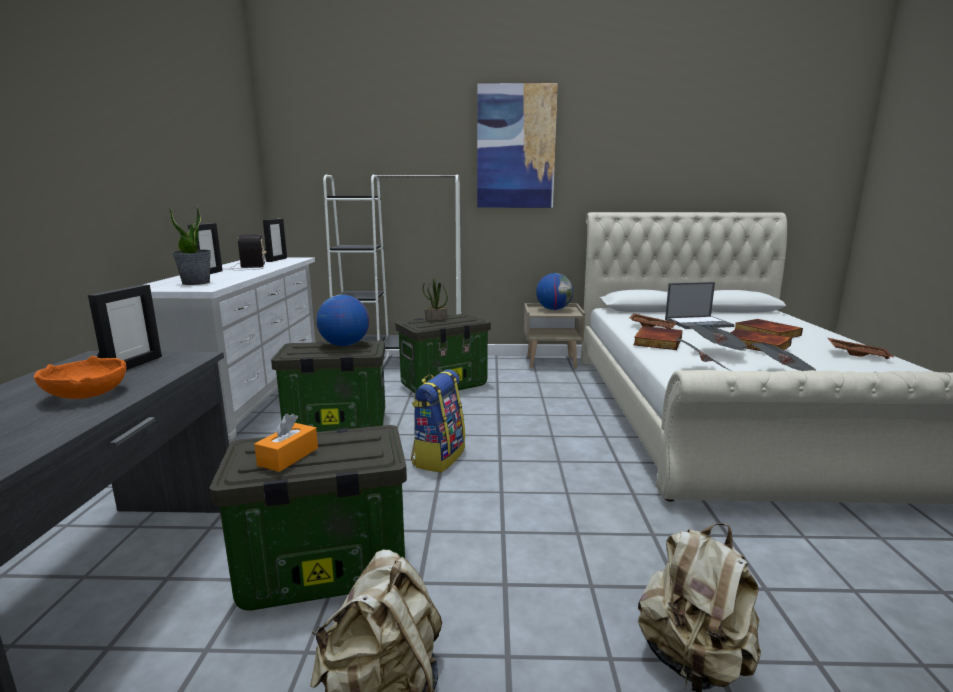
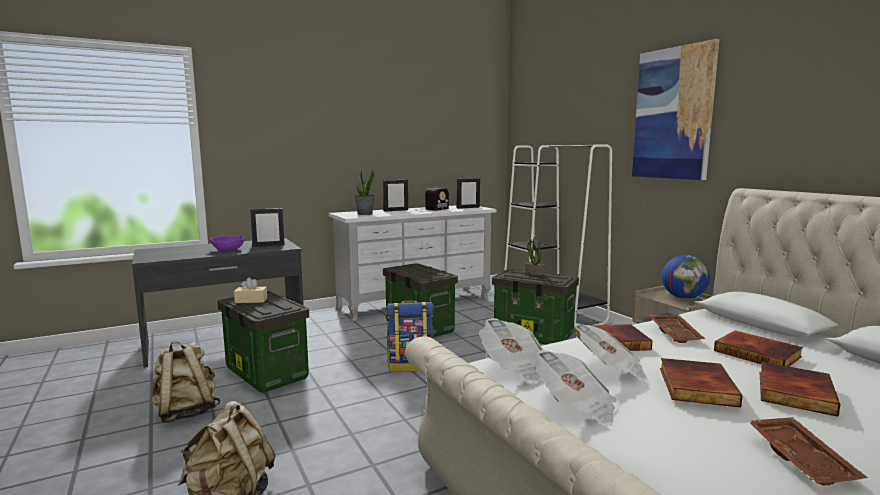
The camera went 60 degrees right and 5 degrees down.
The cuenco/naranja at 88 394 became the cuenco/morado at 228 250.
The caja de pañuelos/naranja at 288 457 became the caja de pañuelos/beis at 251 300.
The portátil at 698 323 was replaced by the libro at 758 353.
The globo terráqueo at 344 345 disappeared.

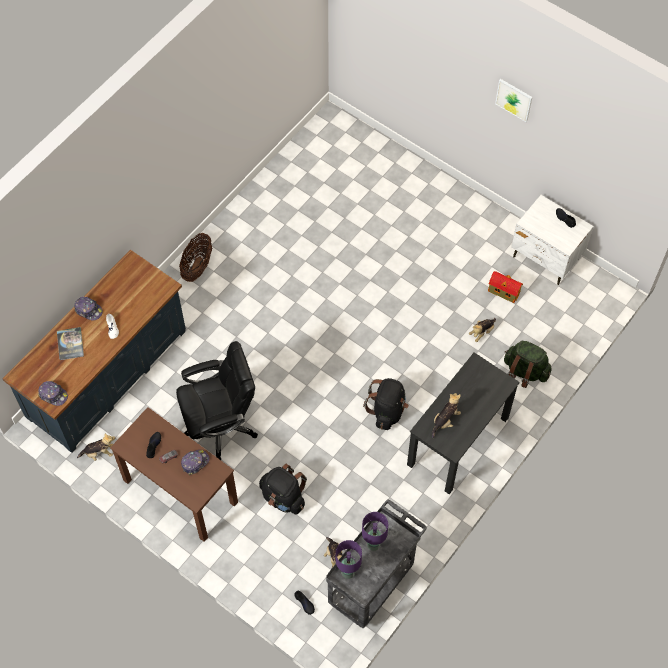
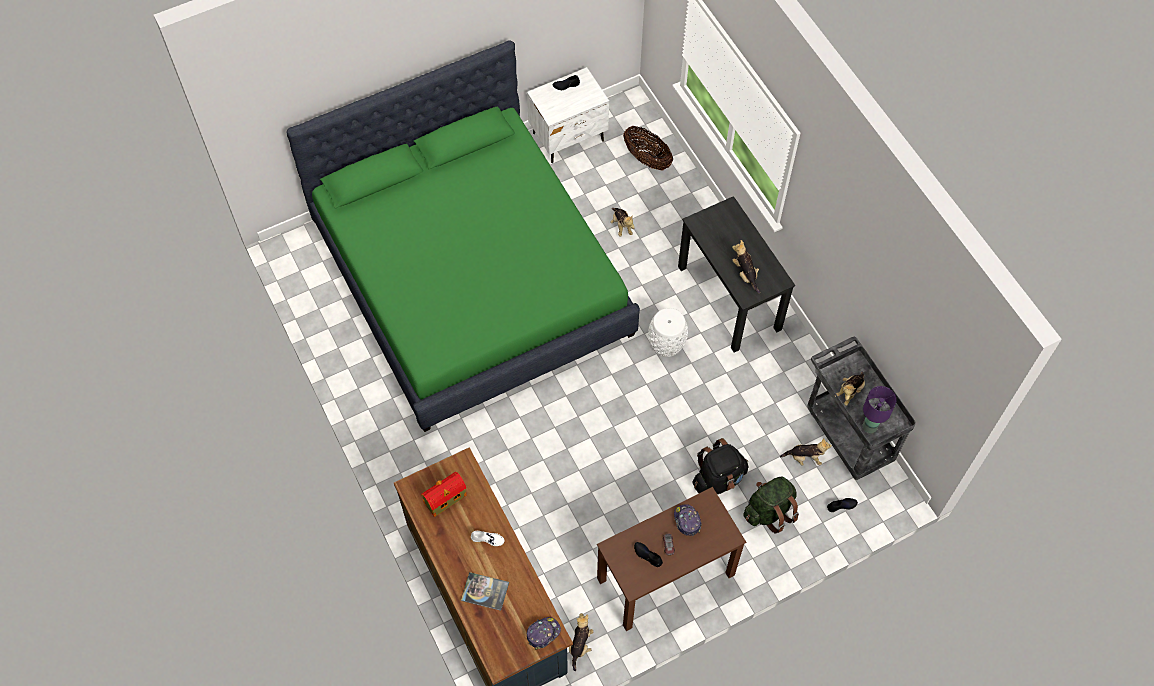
The camera went 65 degrees left and 0 degrees up.
The cama/verde at 471 277 appeared.
The casita moved from 503 291 to 444 499.
The cesta moved from 197 266 to 647 159.
The mochila/negro at 387 410 was replaced by the taburete/blanco at 666 344.
The mochila/verde moved from 524 371 to 769 511.
The lámpara de mesa/morado at 374 544 was replaced by the peluche at 849 391.
The gorra at 88 310 disappeared.
The silla de oficina/negro at 219 426 disappeared.
The cuadro at 514 99 disappeared.

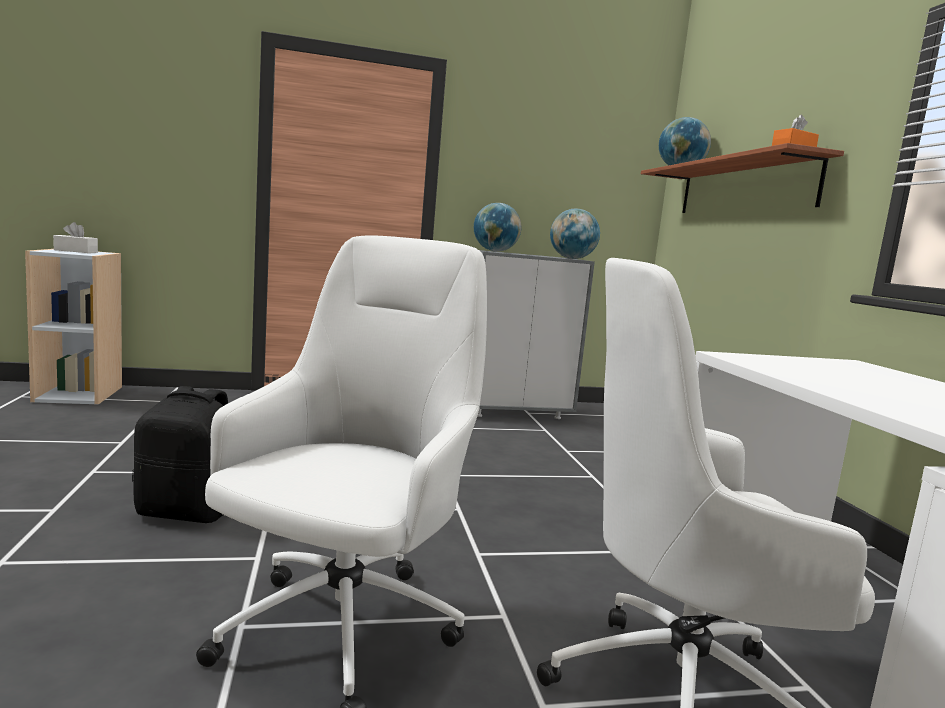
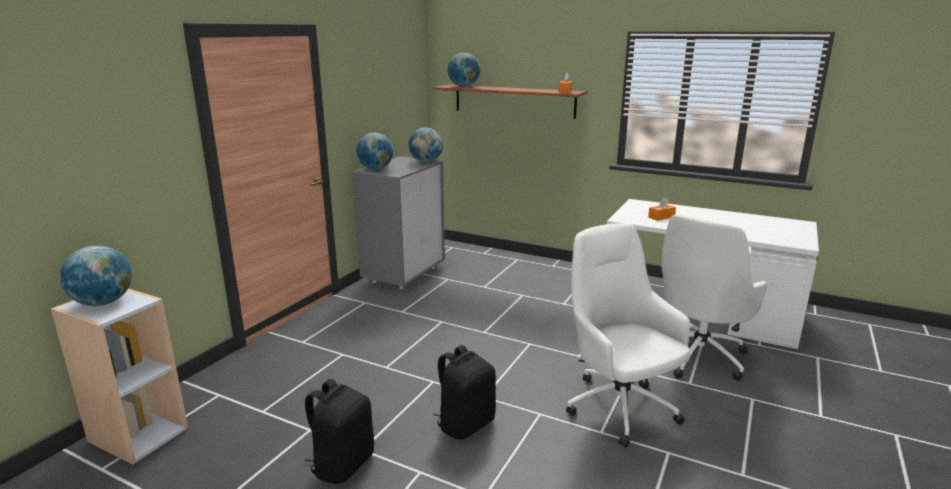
The camera went 50 degrees left and 10 degrees up.
The caja de pañuelos/blanco at 76 251 was replaced by the globo terráqueo at 103 302.
The mochila/negro at 342 464 appeared.
The caja de pañuelos/naranja at 661 217 appeared.

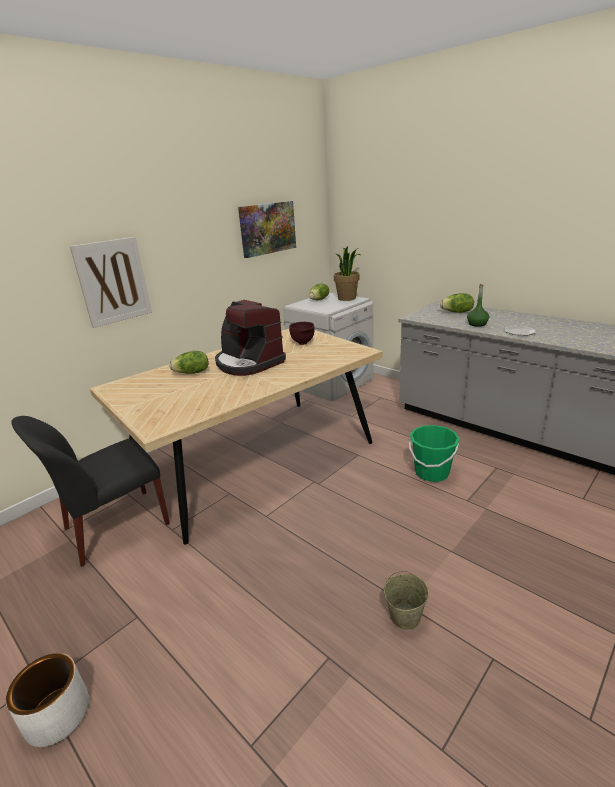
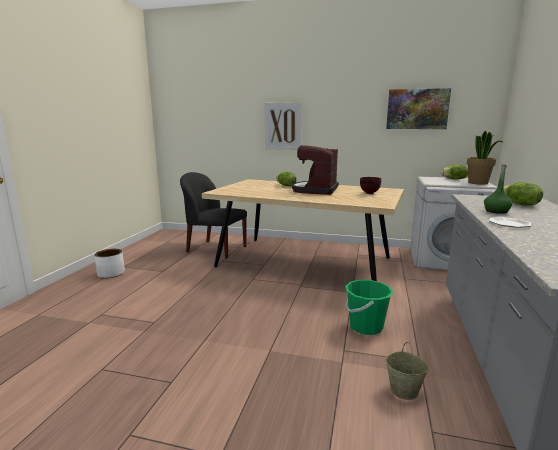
The camera went 60 degrees right and 10 degrees down.
The cubo/beis moved from 405 616 to 404 391.

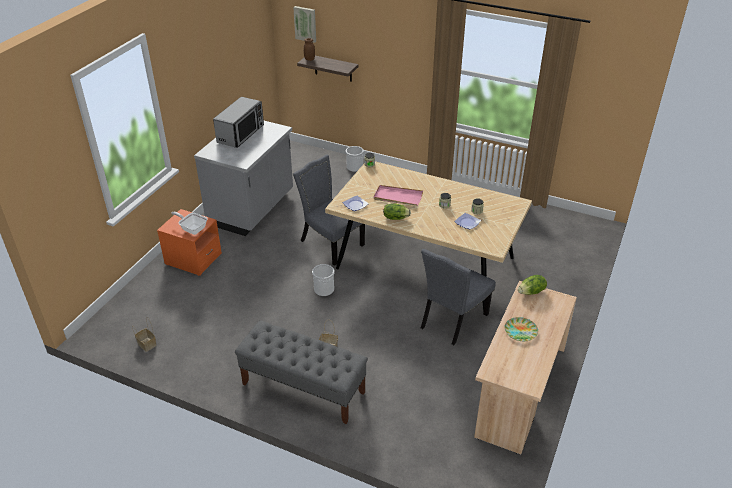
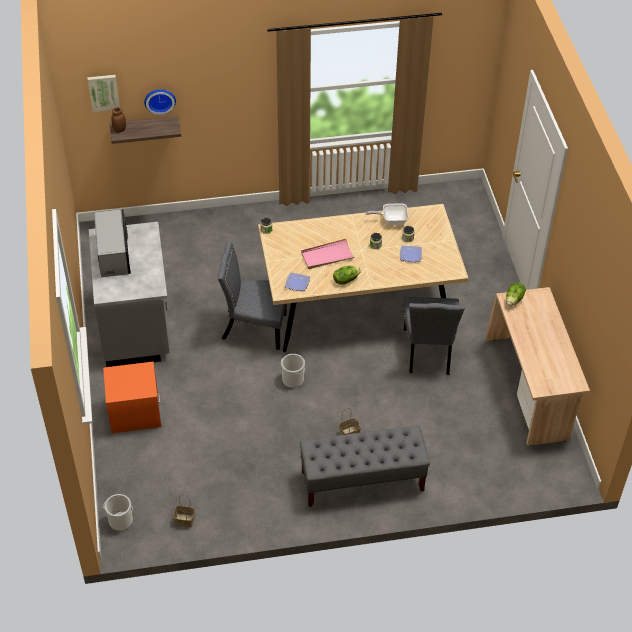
The camera went 35 degrees left and 10 degrees up.
The cubo moved from 354 167 to 120 521.
The reloj de pared at 159 99 appeared.
The sartén moved from 192 229 to 391 220.
The plato at 520 331 disappeared.

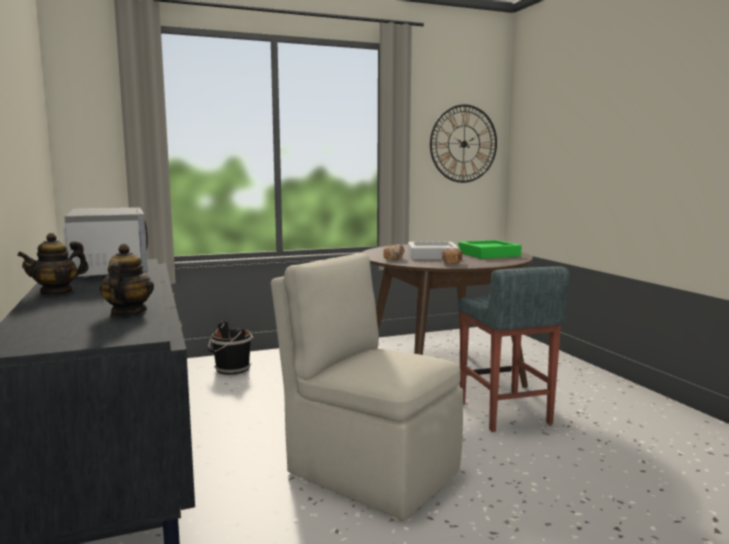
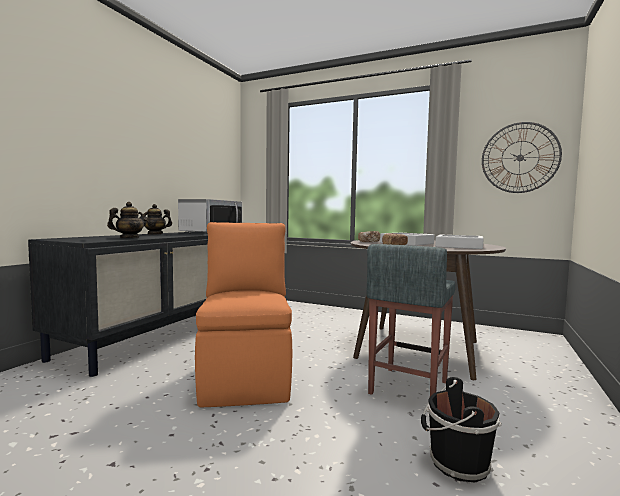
The camera went 45 degrees right and 5 degrees down.
The silla/beis at 370 470 became the silla/naranja at 246 378.
The cubo/negro moved from 231 369 to 456 463.
The bandeja/verde at 488 254 became the bandeja/gris at 459 246.

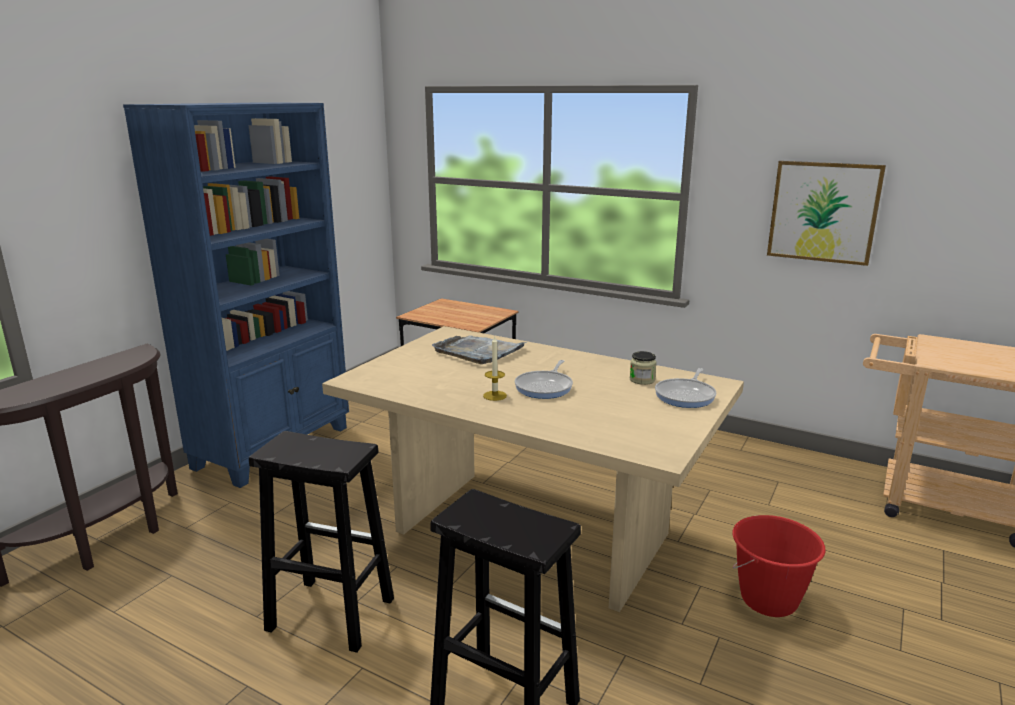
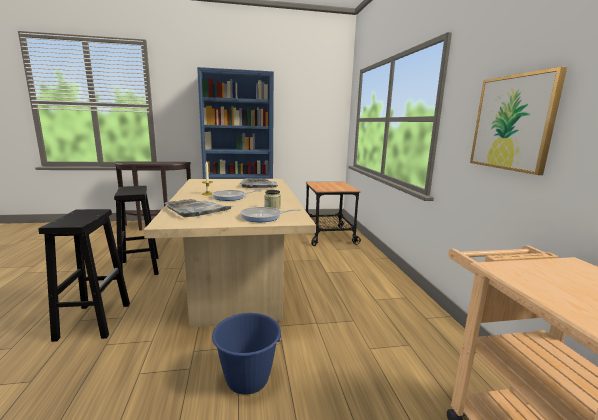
The camera went 50 degrees right and 5 degrees down.
The bandeja/gris at 197 210 appeared.
The cubo/rojo at 769 600 became the cubo/azul at 247 379.

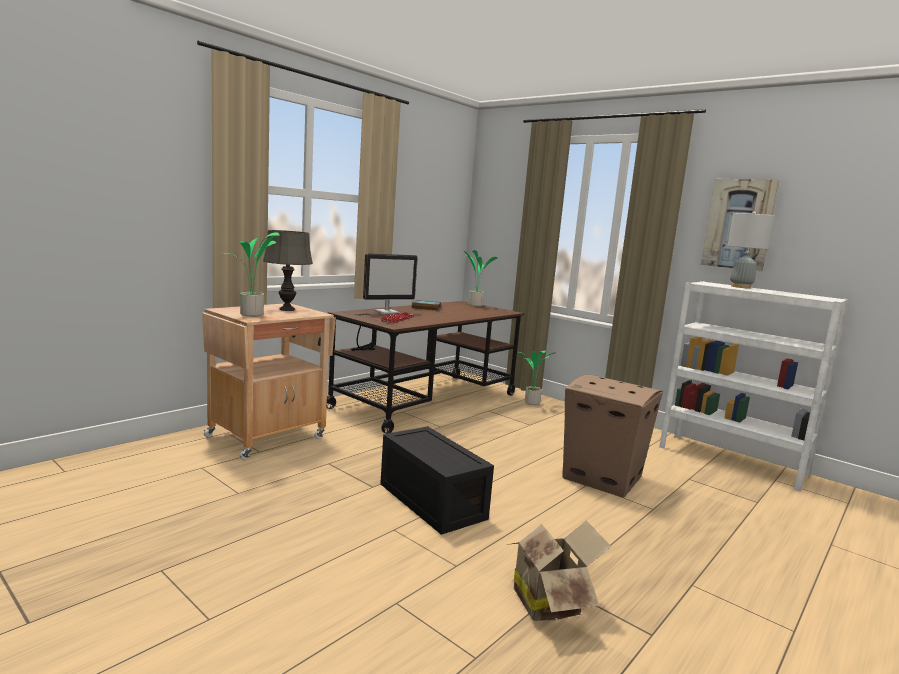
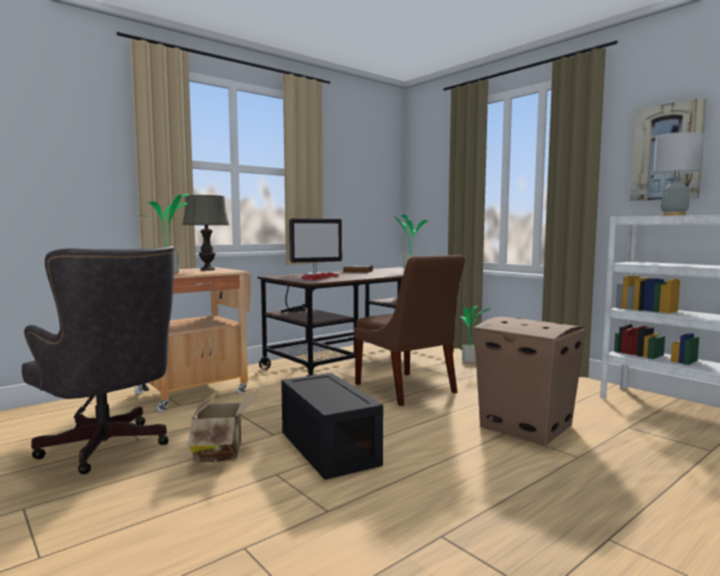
The camera went 10 degrees right and 5 degrees down.
The silla de oficina/gris at 108 448 appeared.
The caja de cartón moved from 550 601 to 223 452.
The silla/marrón at 407 389 appeared.

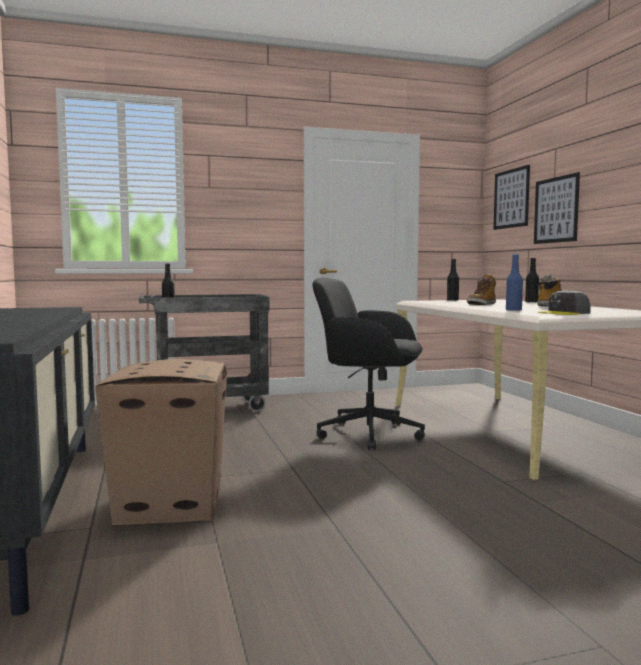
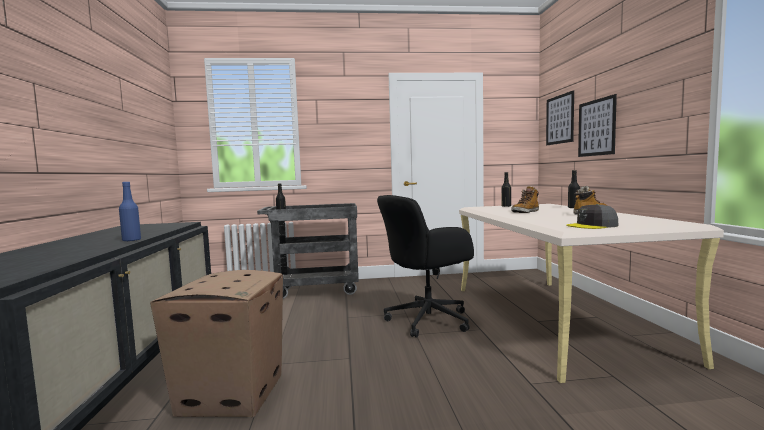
The camera went 10 degrees right and 0 degrees up.
The botella/azul moved from 513 310 to 131 240.
The silla de oficina/negro at 368 434 turned 60 degrees counterclockwise.

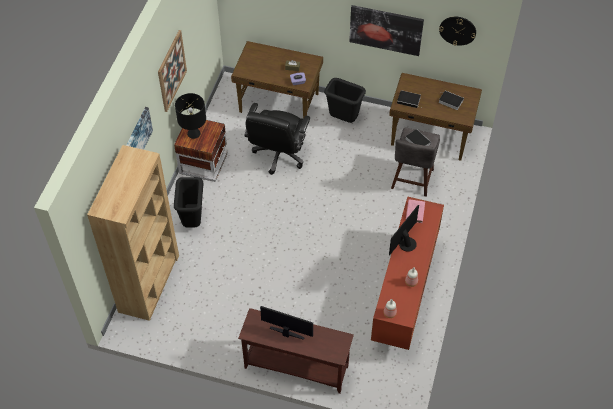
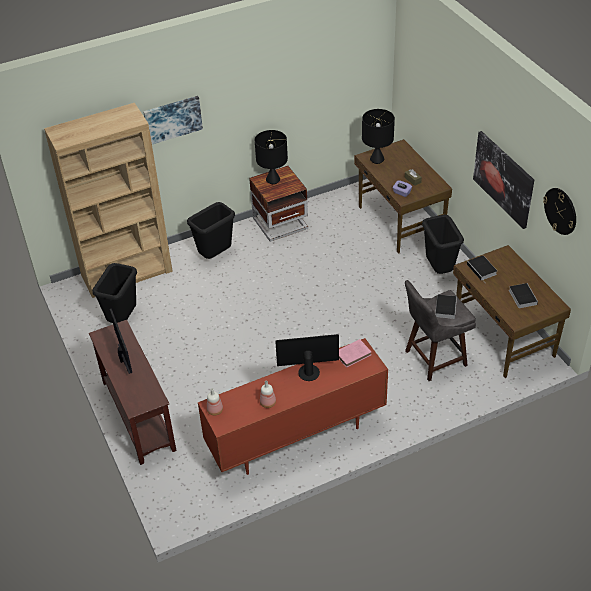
The camera went 50 degrees right and 10 degrees down.
The papelera/negro at 123 319 appeared.
The lámpara de mesa/negro at 377 160 appeared.
The cuadro at 171 71 disappeared.
The silla de oficina/negro at 278 156 disappeared.

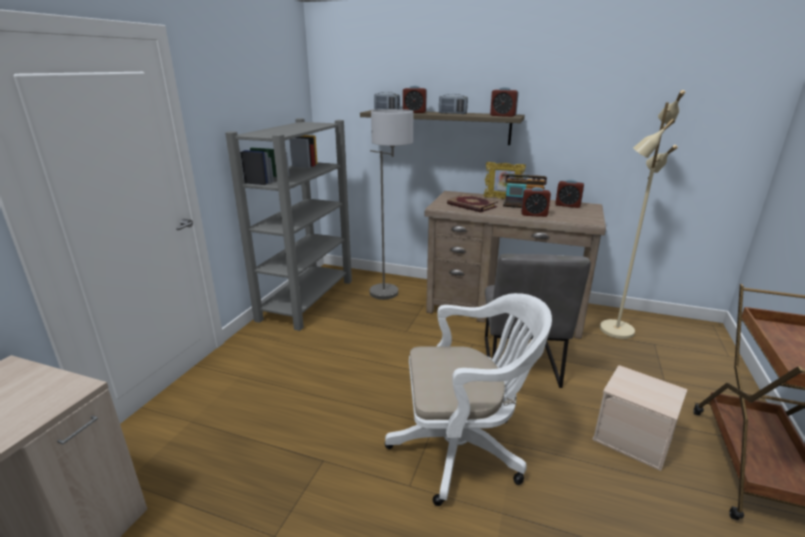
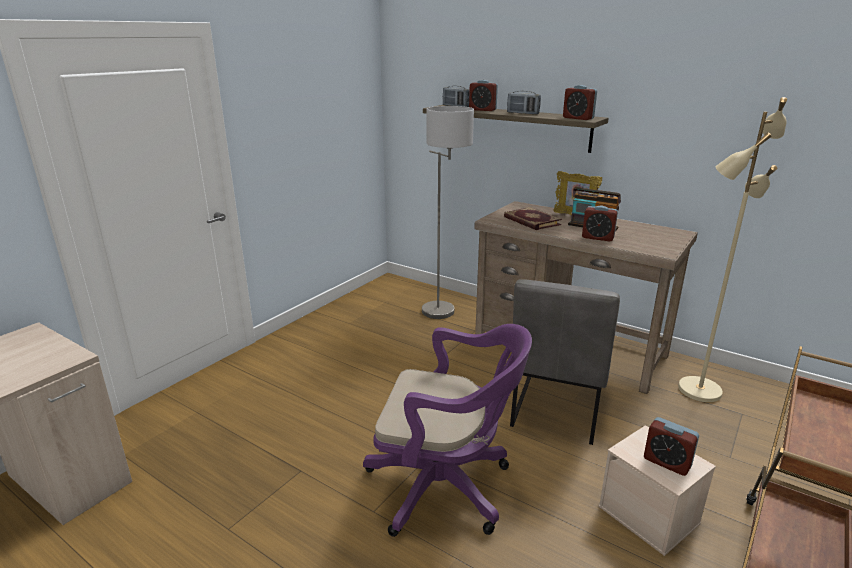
The camera went 15 degrees right and 0 degrees up.
The silla de oficina/blanco at 463 448 became the silla de oficina/morado at 446 487.
The despertador moved from 567 205 to 667 462.
The estantería/gris at 306 300 disappeared.

